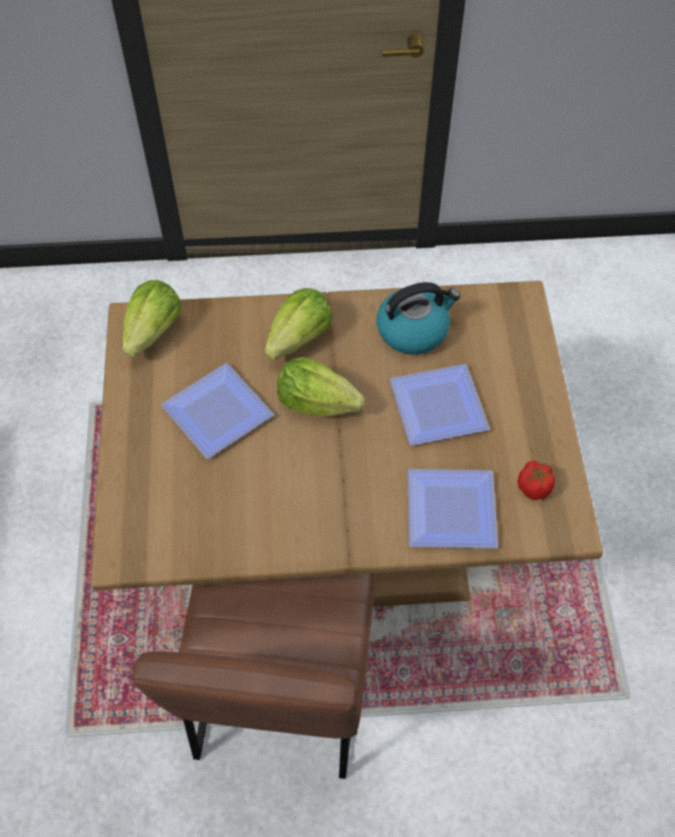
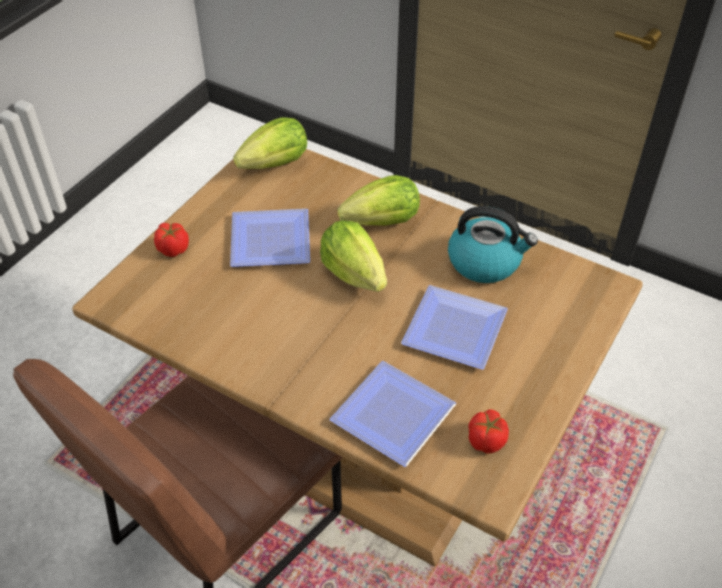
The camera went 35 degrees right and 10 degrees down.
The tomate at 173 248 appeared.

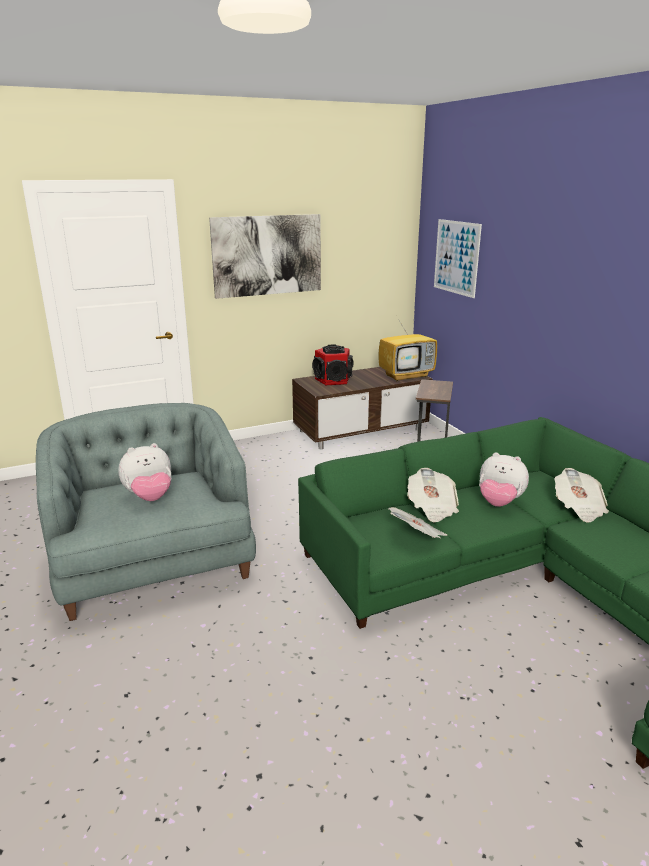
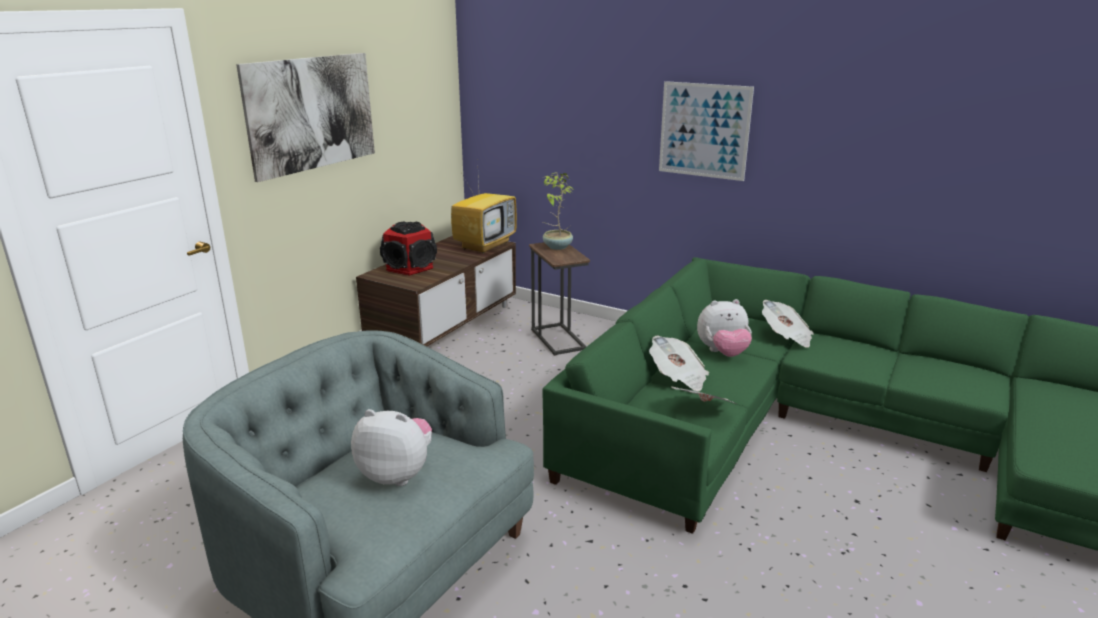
The camera went 35 degrees left and 0 degrees up.
The peluche at 149 497 turned 105 degrees counterclockwise.
The planta en maceta at 556 247 appeared.
The cuadro moved from 456 257 to 704 130.

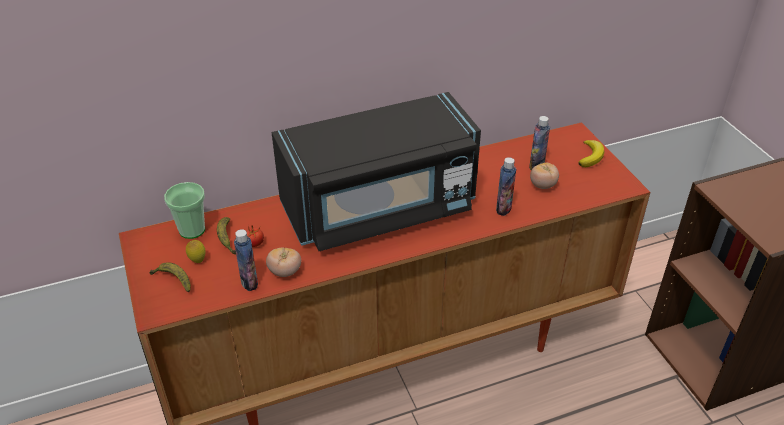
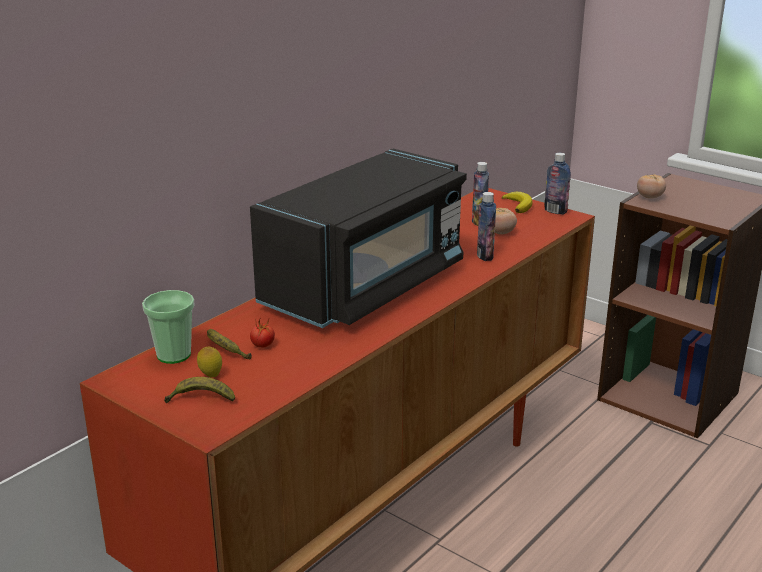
The camera went 30 degrees left and 15 degrees down.
The botella moved from 249 282 to 555 211.
The tomate moved from 285 272 to 650 197.

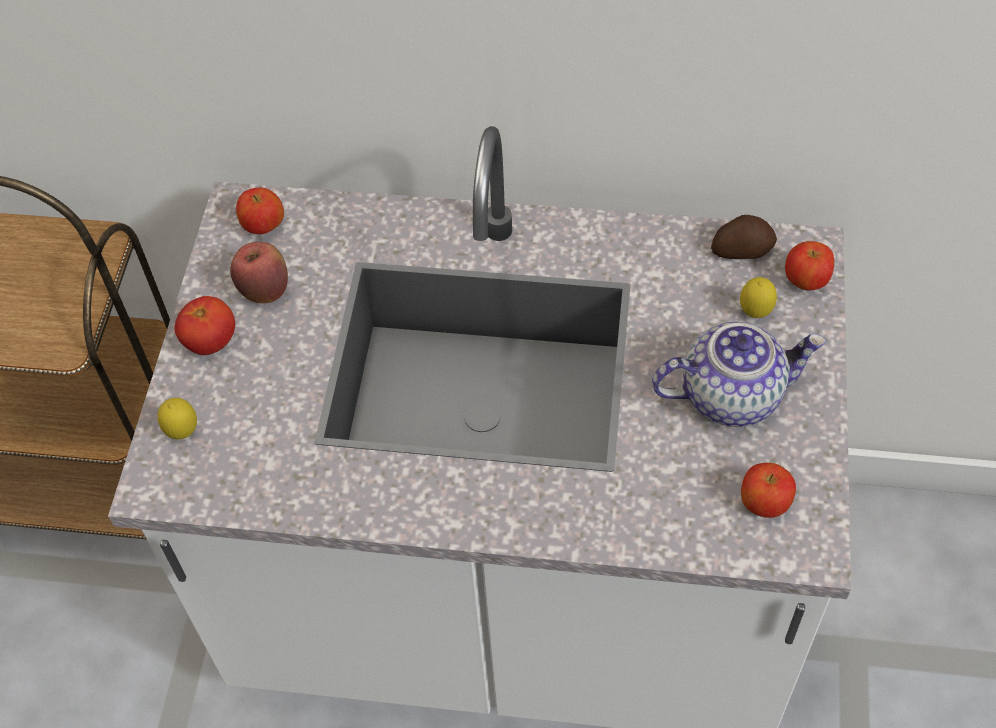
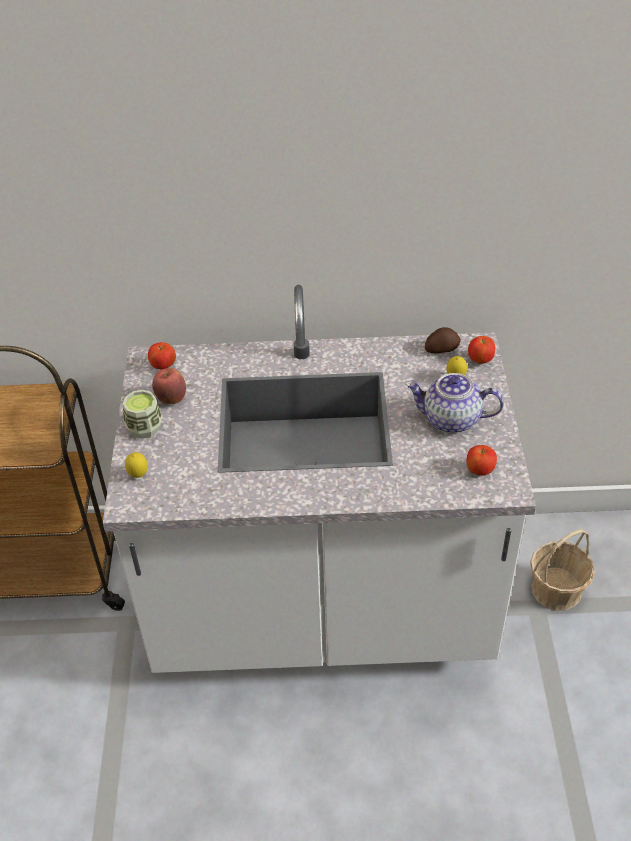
The camera went 10 degrees left and 10 degrees down.
The tomate at 211 341 was replaced by the taza at 144 428.
The tetera at 732 394 turned 150 degrees counterclockwise.
The cesta at 557 589 appeared.

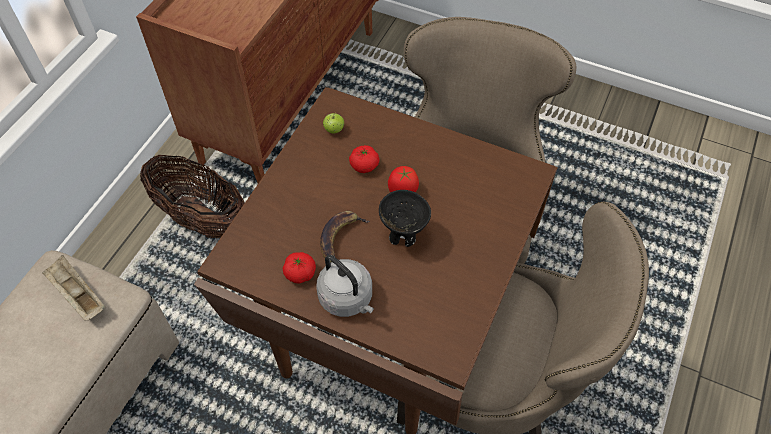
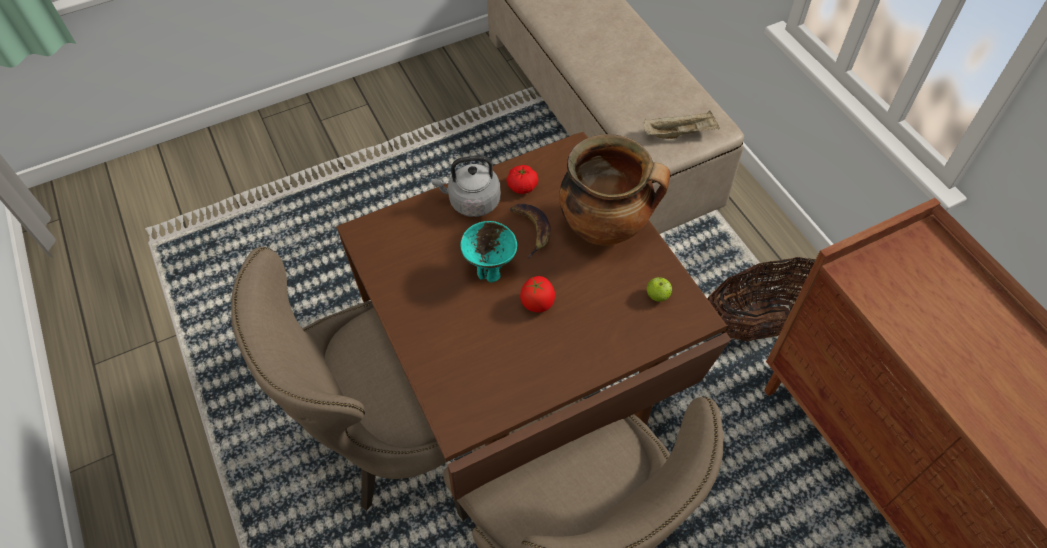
The camera went 130 degrees right and 0 degrees up.
The cuenco/negro at 403 237 became the cuenco/turquesa at 490 271.
The olla at 606 227 appeared.
The tomate at 364 165 disappeared.

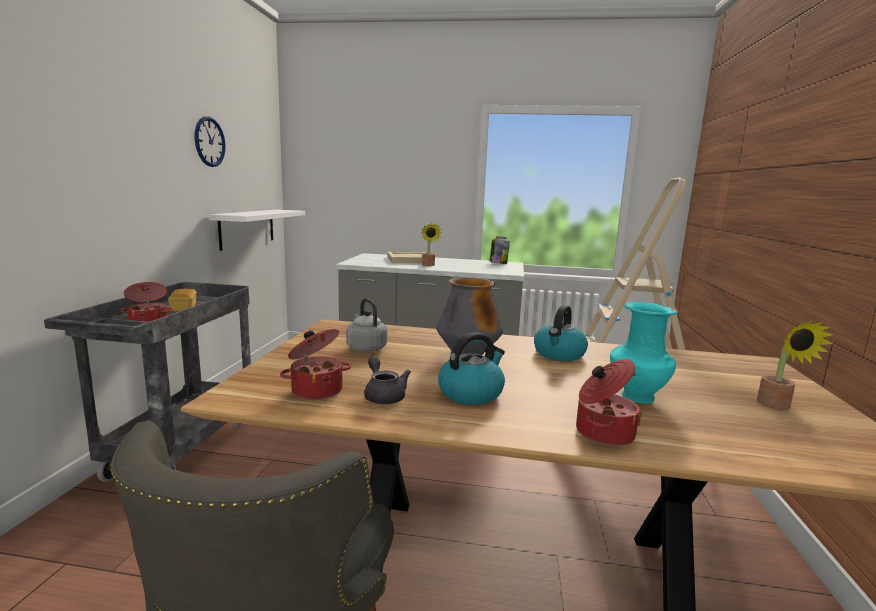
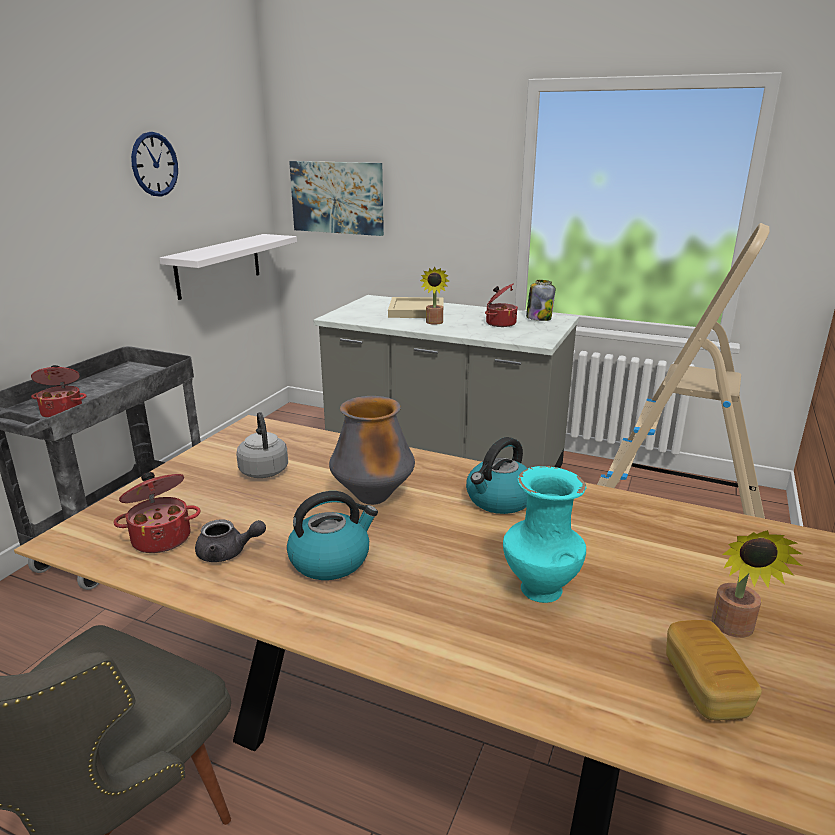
The camera went 15 degrees right and 10 degrees up.
The tetera/gris at 383 395 turned 105 degrees clockwise.
The cuadro at 337 197 appeared.
The olla moved from 602 433 to 500 323.
The pan moved from 184 309 to 705 686.

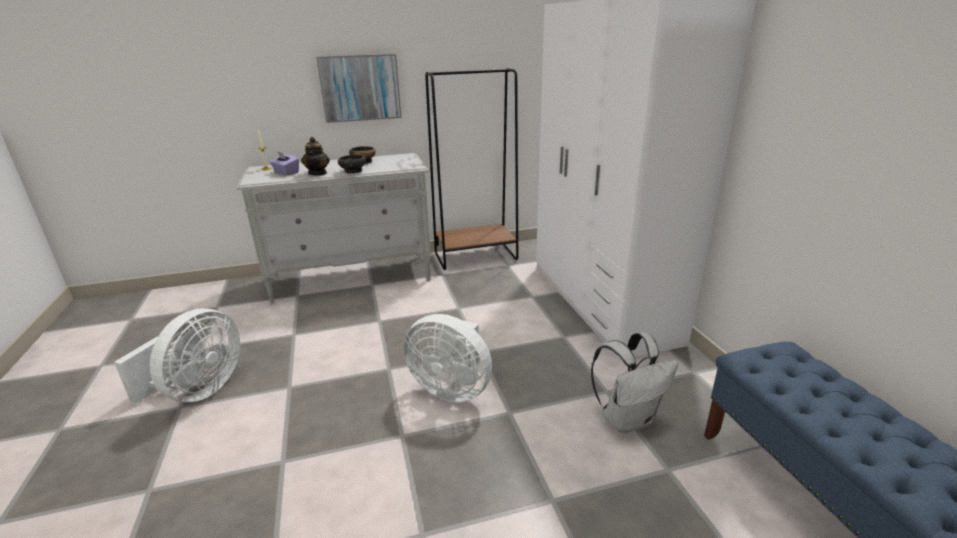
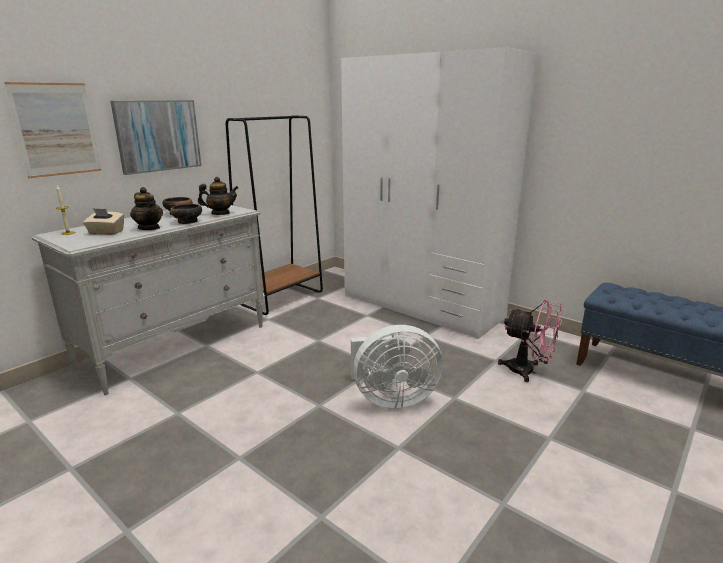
The camera went 35 degrees left and 5 degrees down.
The cuadro at 56 129 appeared.
The caja de pañuelos/morado at 286 172 became the caja de pañuelos/beis at 106 233.
The tetera at 220 213 appeared.
The mochila/blanco at 628 418 was replaced by the ventilador/rosa at 528 371.
The ventilador/blanco at 198 391 disappeared.

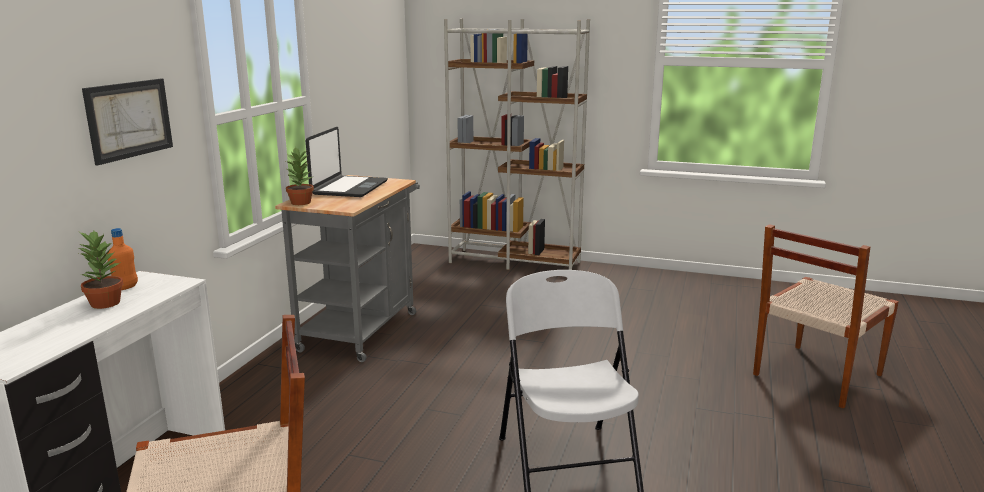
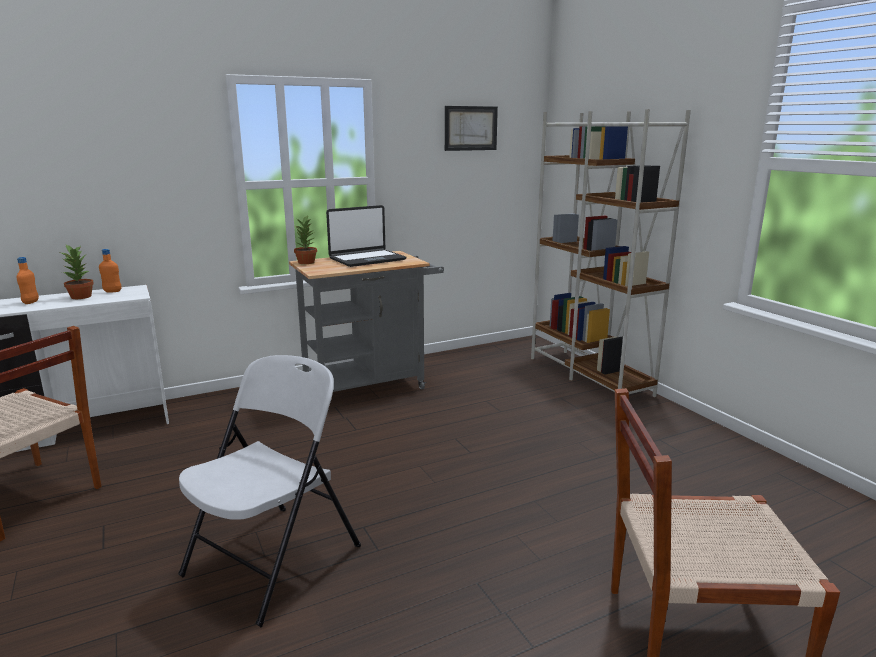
The camera went 45 degrees right and 0 degrees up.
The botella/naranja at 31 302 appeared.
The cuadro moved from 129 119 to 470 128.

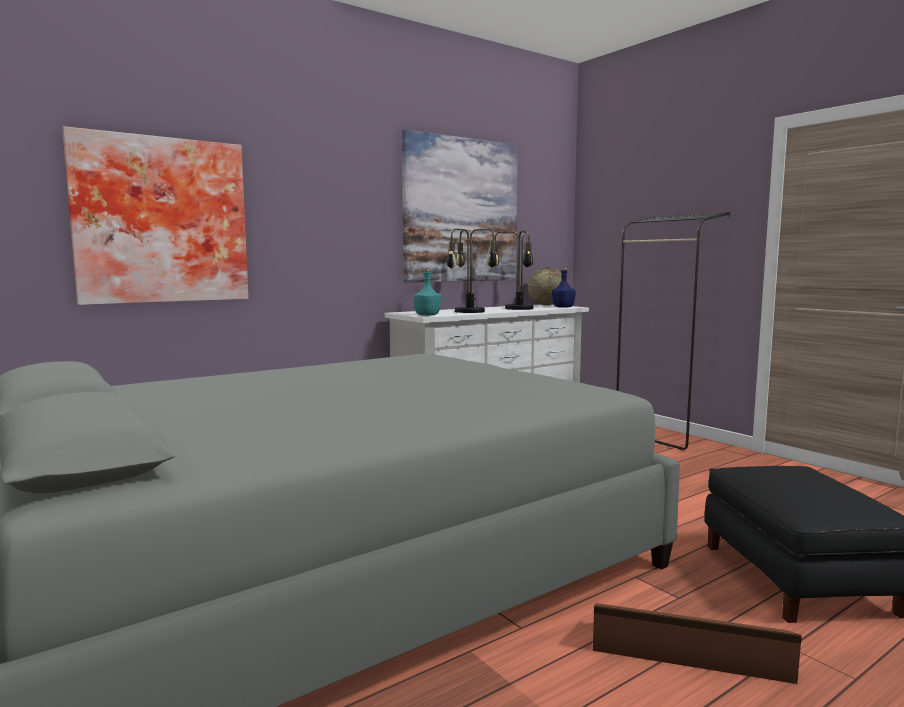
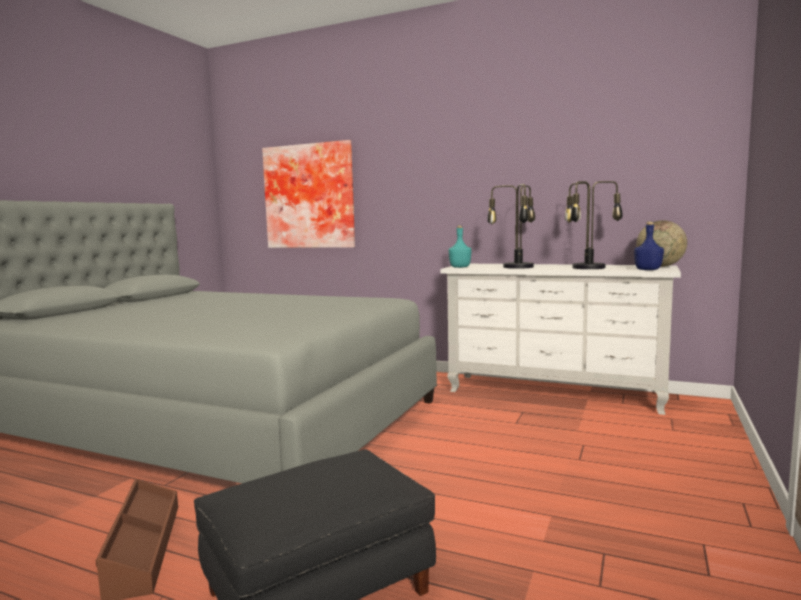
The camera went 60 degrees right and 0 degrees up.
The cuadro at 461 210 disappeared.
The perchero/negro at 664 437 disappeared.

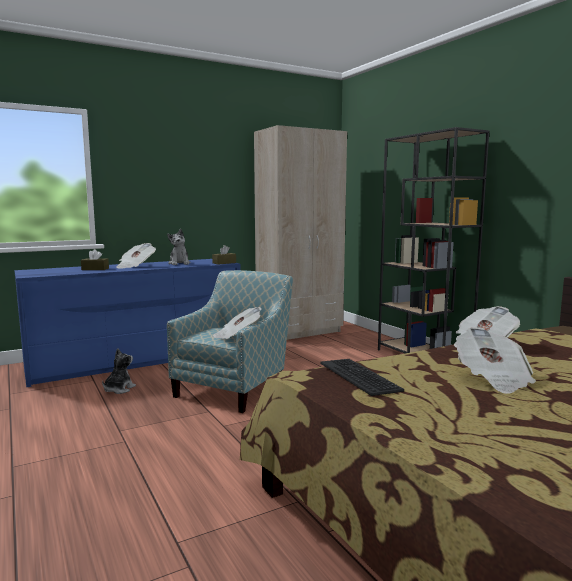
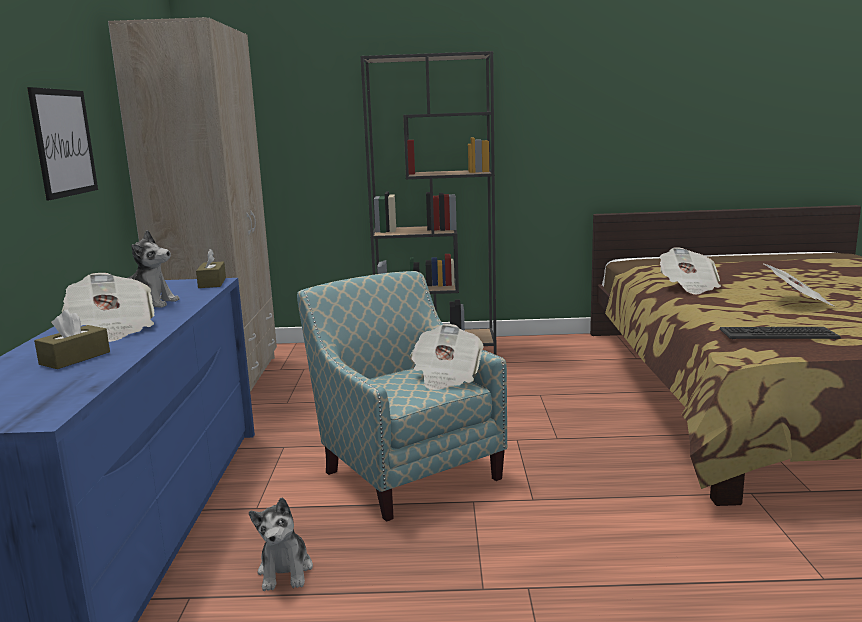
The camera went 60 degrees left and 5 degrees up.
The cuadro at 64 143 appeared.
The peluche at 119 389 turned 150 degrees counterclockwise.

